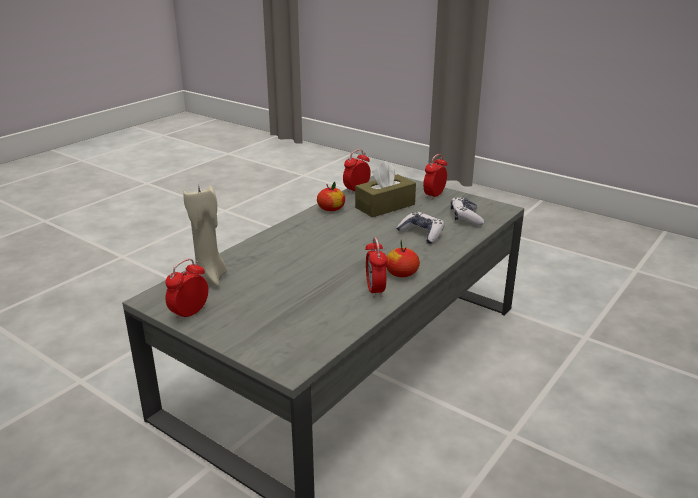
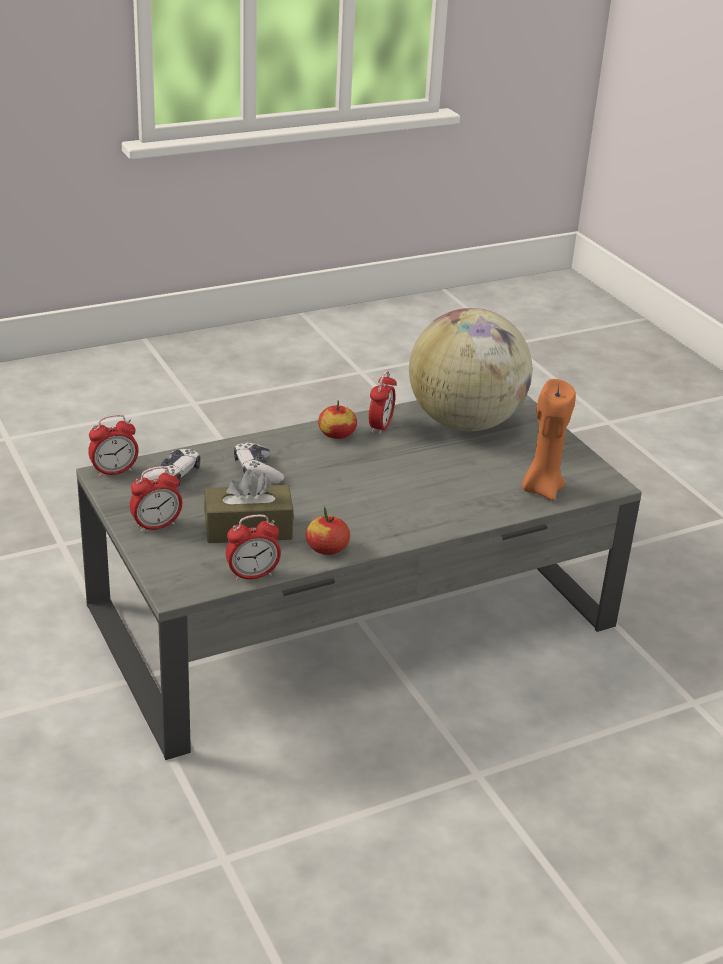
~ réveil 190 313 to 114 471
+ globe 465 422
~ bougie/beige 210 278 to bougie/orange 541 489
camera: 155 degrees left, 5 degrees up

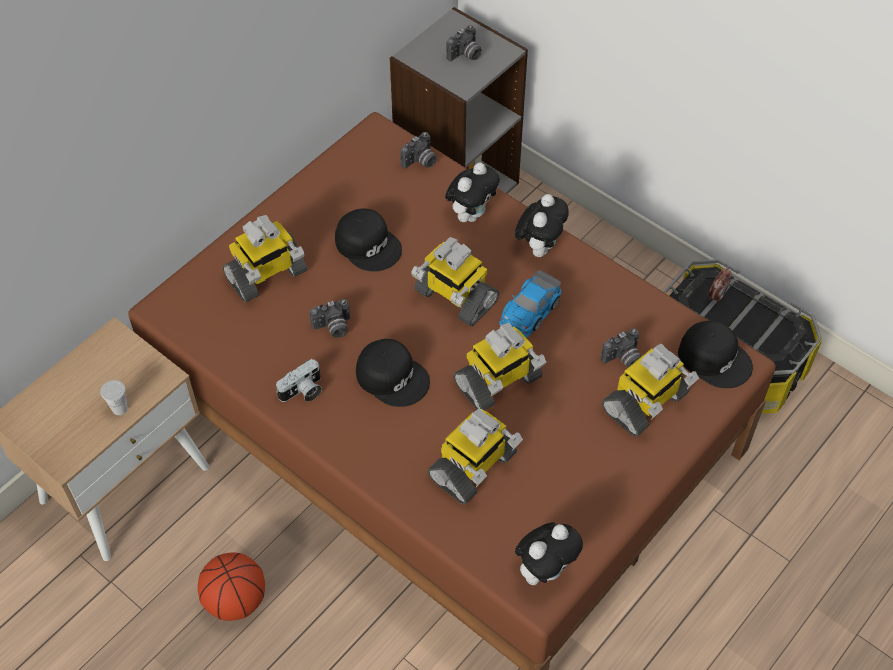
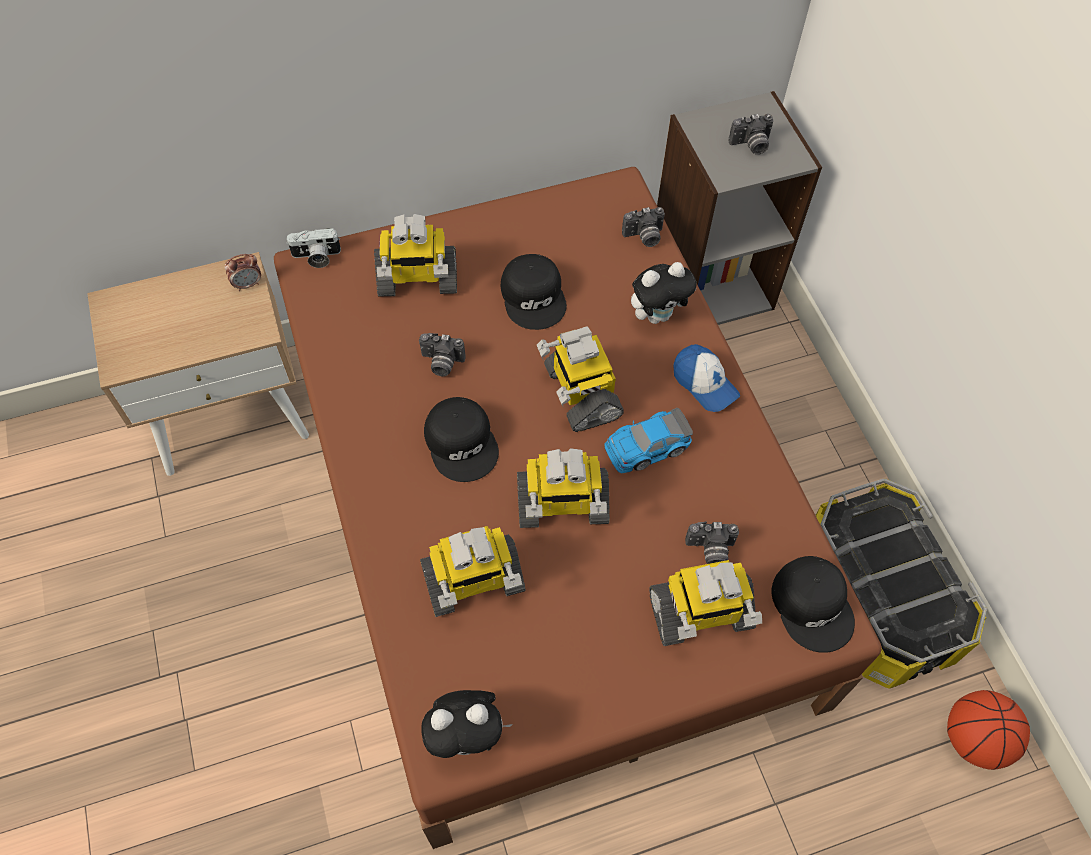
~ réveil 716 296 to 248 284
~ appareil photo 303 392 to 316 257
~ peluche 539 247 to casquette 704 384
~ ballon de basket 235 600 to 973 738
- tasse/blanc 119 408
camera: 30 degrees right, 5 degrees up

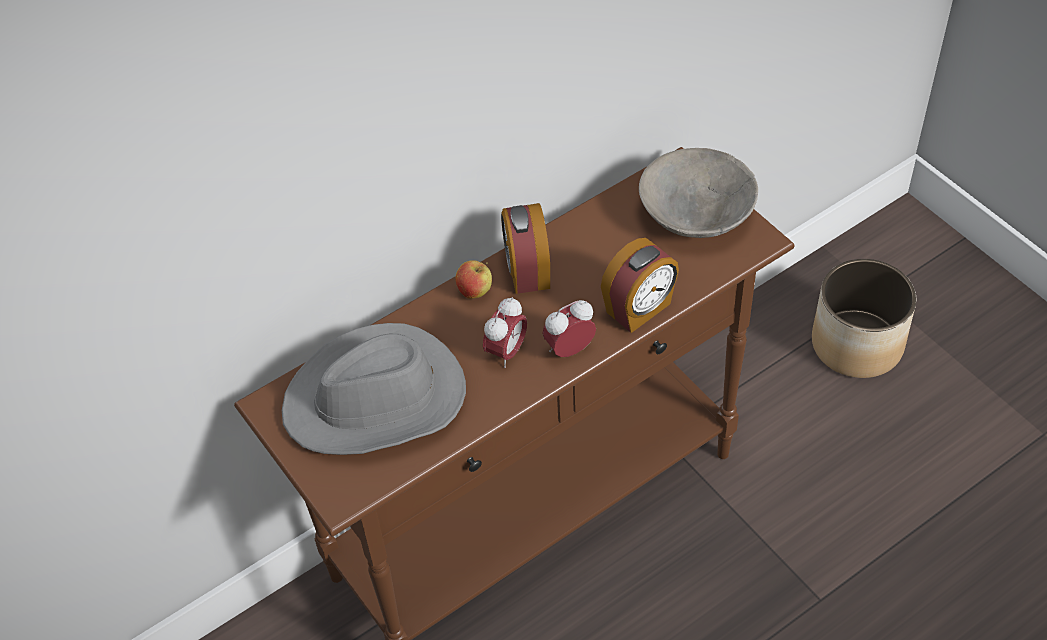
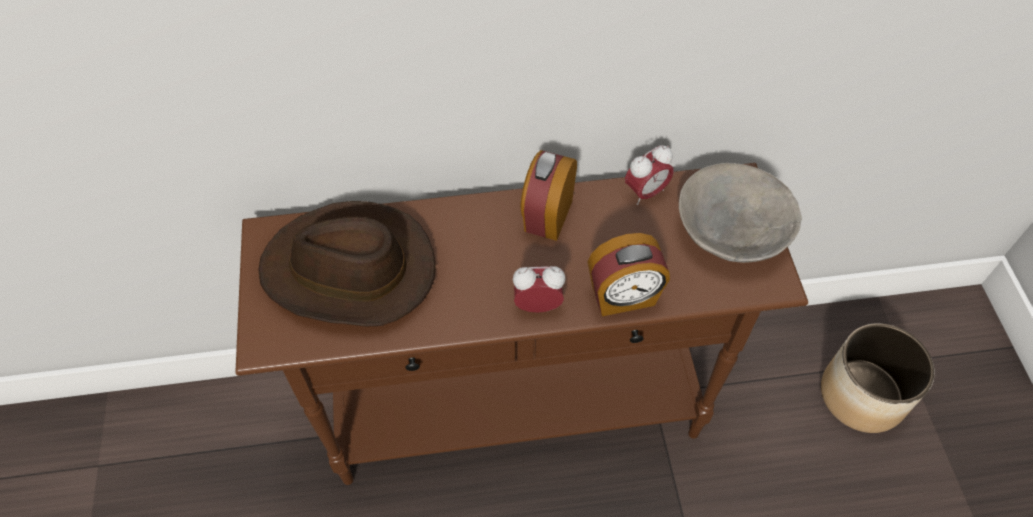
~ chapeau/gris 376 400 to chapeau/marron 349 271
~ réveil 506 352 to 645 192
- pomme 475 292
camera: 25 degrees right, 5 degrees up

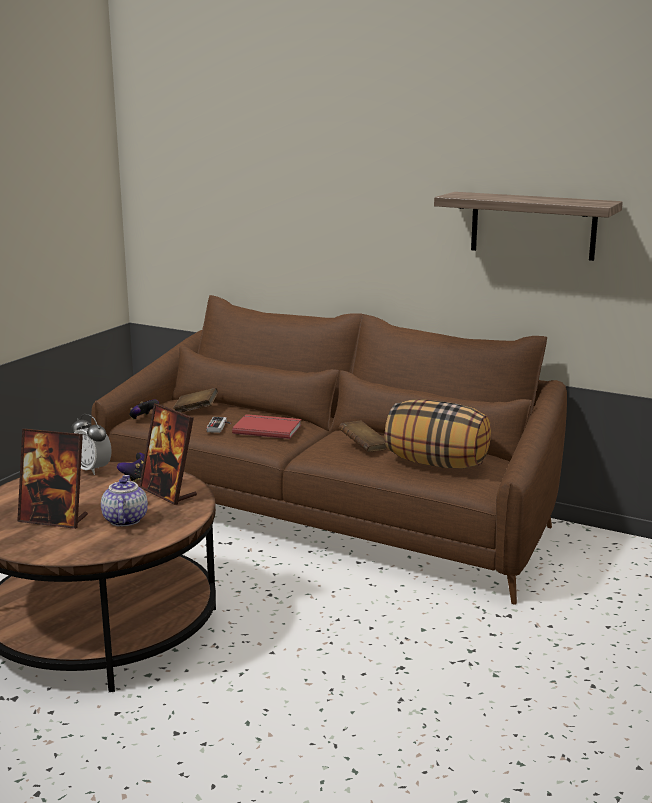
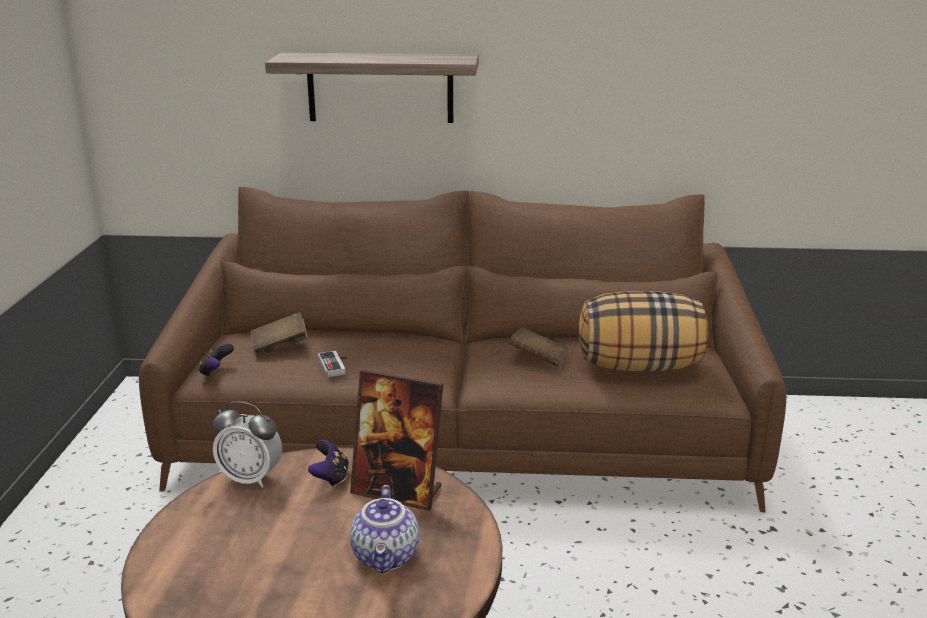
~ étagère 533 225 to 380 87
~ théière 124 520 = 387 557 150 degrees counterclockwise
- cadre photo 54 519
- livre/rouge 267 428
camera: 25 degrees left, 5 degrees up

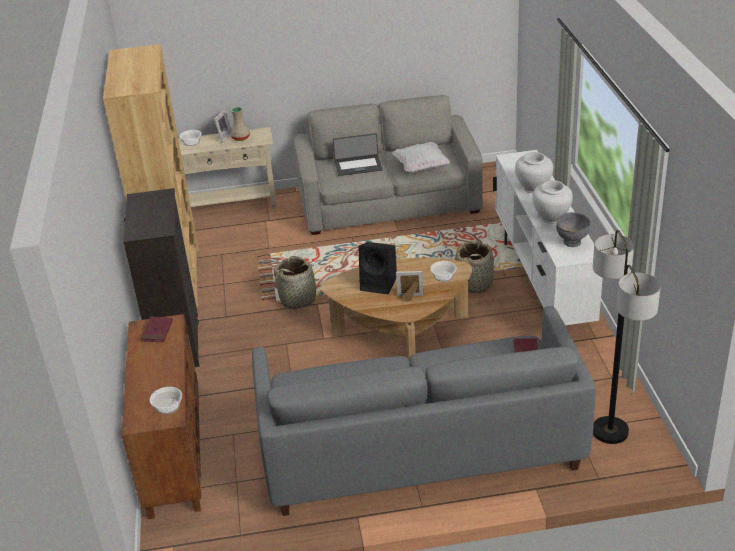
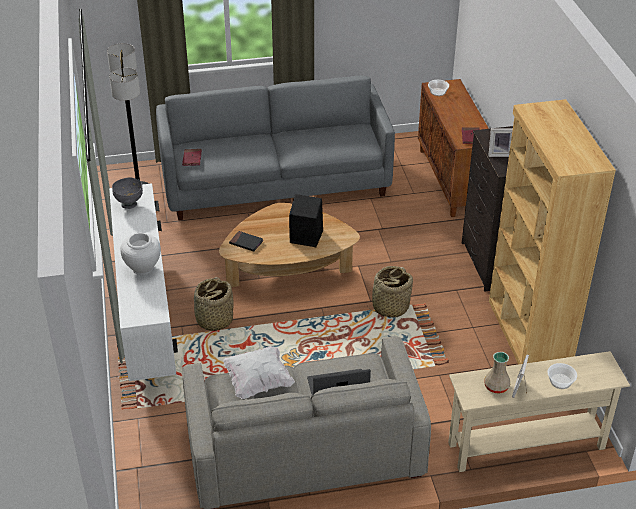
~ bol 443 276 to livre/noir 246 242
~ cadre photo 410 298 to 500 153
- vase/blanc 551 218
camera: 175 degrees right, 5 degrees up

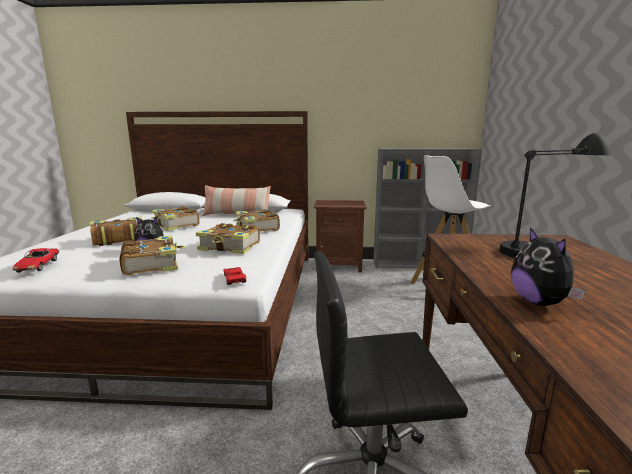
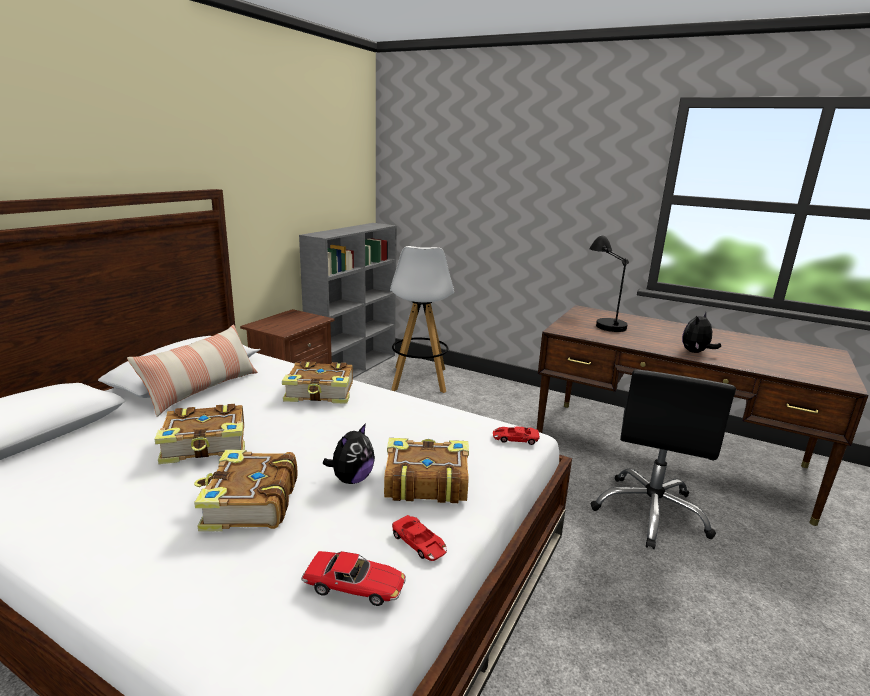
+ petite voiture/rouge 419 543
~ peluche 539 302 = 695 352 120 degrees clockwise
- livre 230 247
camera: 65 degrees left, 5 degrees up

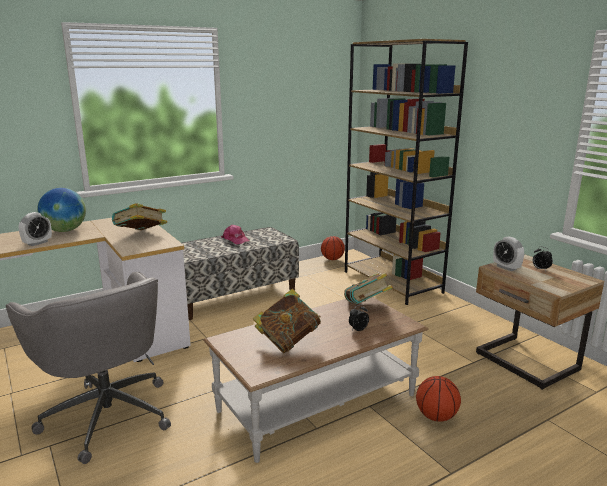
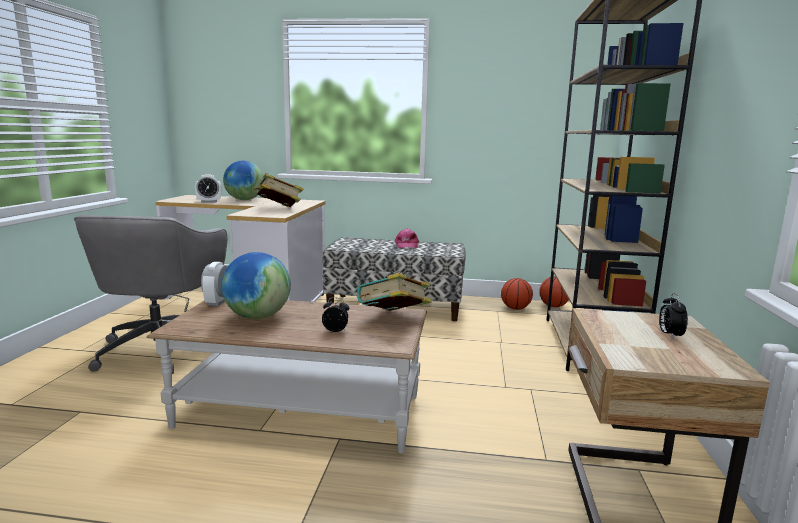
~ réveil 506 267 to 218 302
~ livre 288 341 to globe 257 316
~ ballon de basket 436 417 to 515 308
camera: 40 degrees right, 5 degrees down

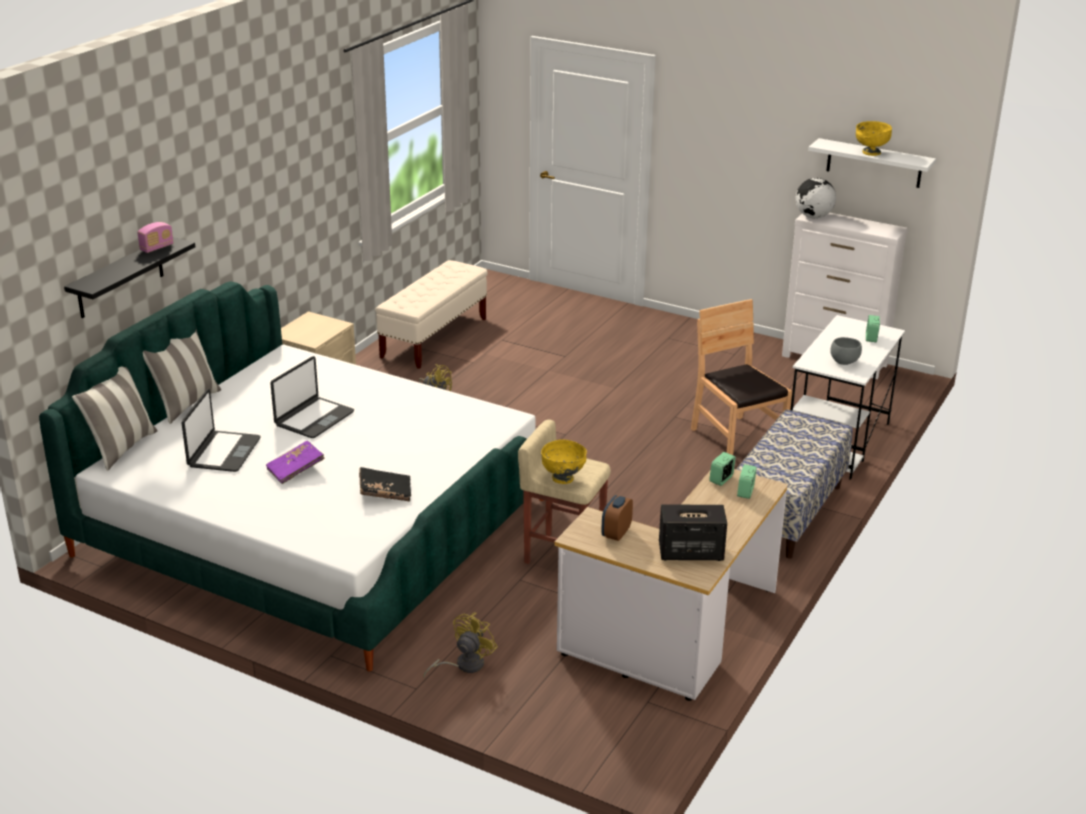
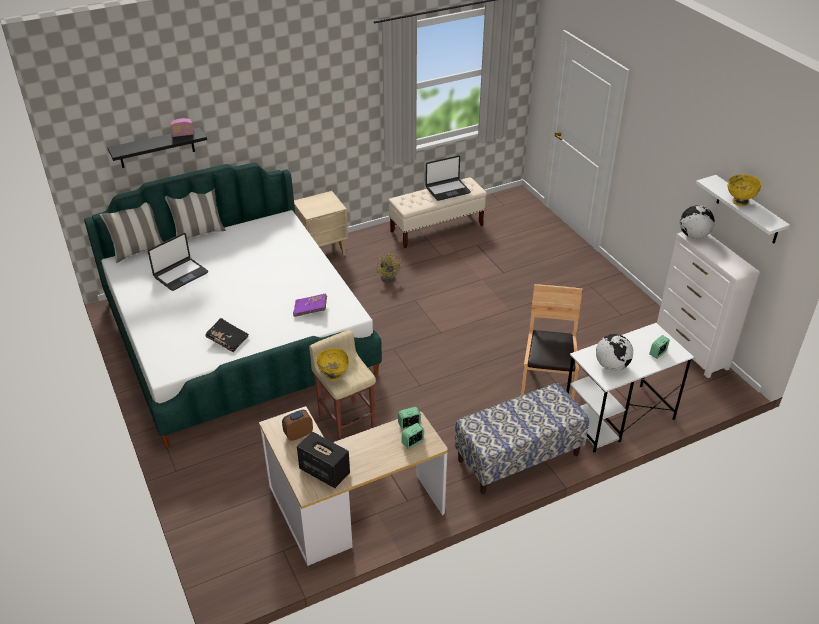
~ livre/violet 295 470 to 310 310
~ ordinateur portable 313 418 to 447 190
~ bol/gris 844 362 to globe 611 365
- ventilateur/jaune 463 665
camera: 35 degrees right, 10 degrees up

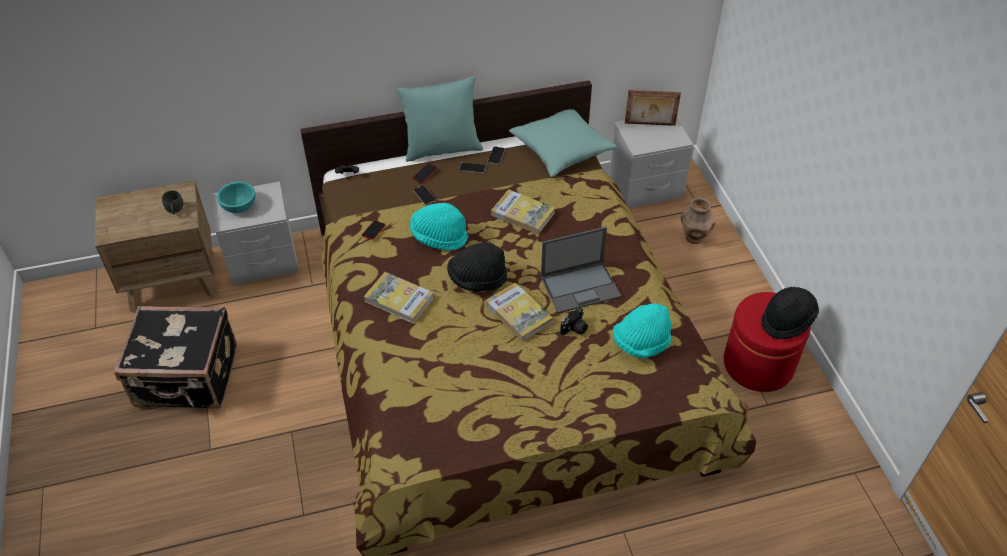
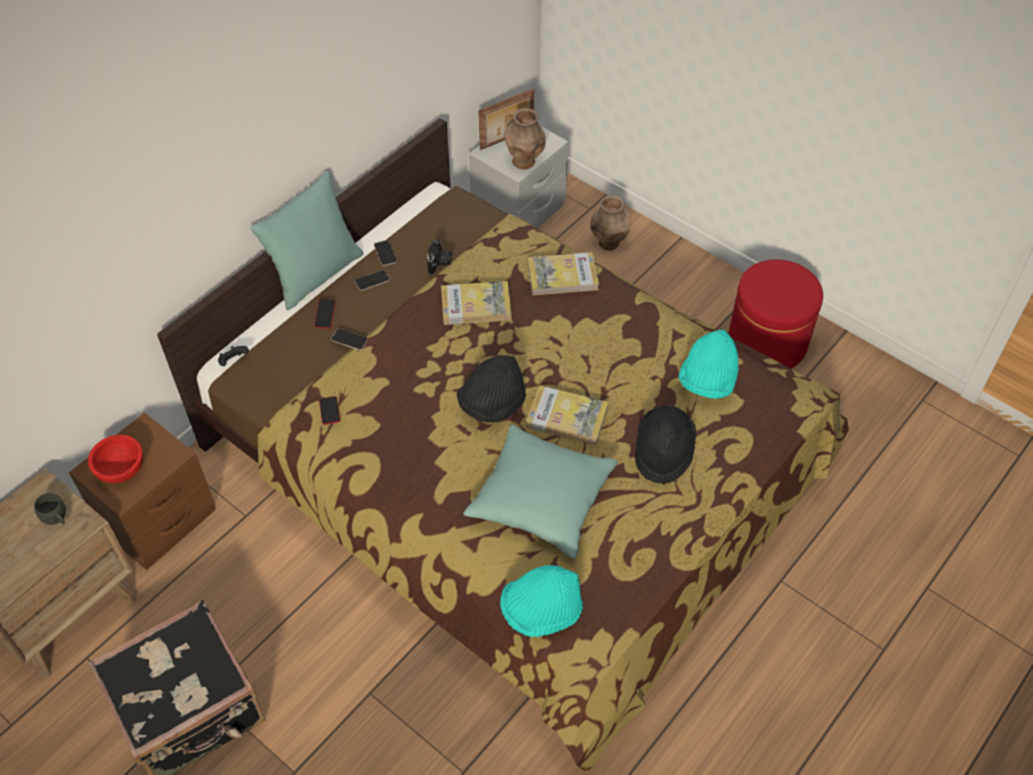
~ table de chevet/gris 263 260 to table de chevet/marron 159 520
~ bol/turquoise 239 206 to bol/rouge 121 469
~ appareil photo 574 329 to 439 263
~ coussin/turquoise 561 150 to 541 499
~ chapeau/turquoise 439 237 to 541 611
+ vase/marron 524 162
~ livre 399 299 to 562 276
~ chapeau/noir 786 320 to 663 452
- ordinateur portable 581 286
camera: 35 degrees left, 5 degrees up

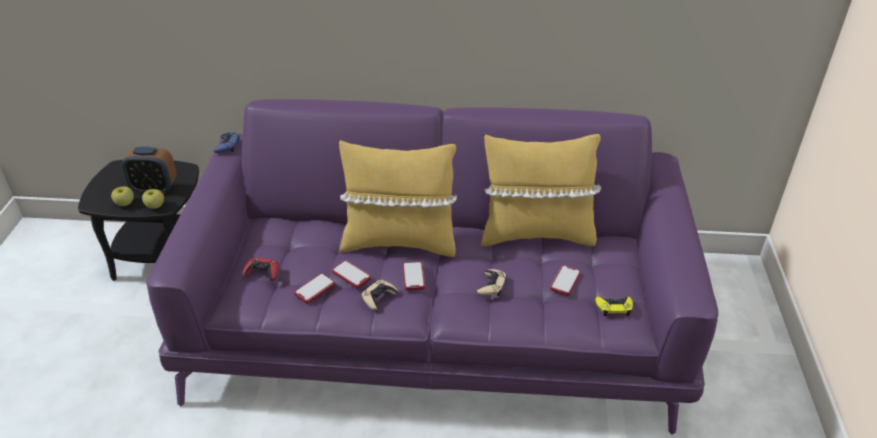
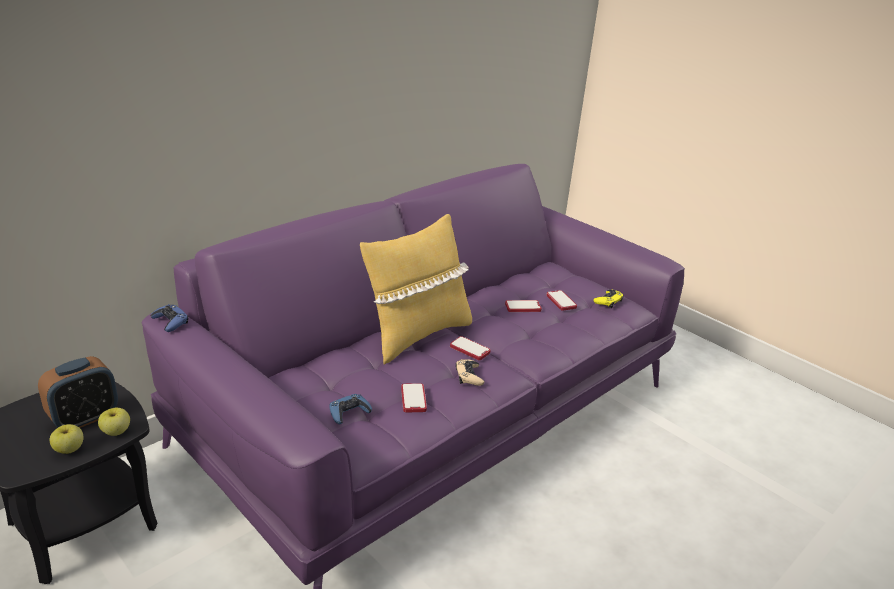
~ manette/rouge 262 272 to manette/bleu 349 412
~ téléphone 351 275 to 523 307
- manette/beige 492 285
- coussin/jaune 536 234
camera: 50 degrees left, 10 degrees down

